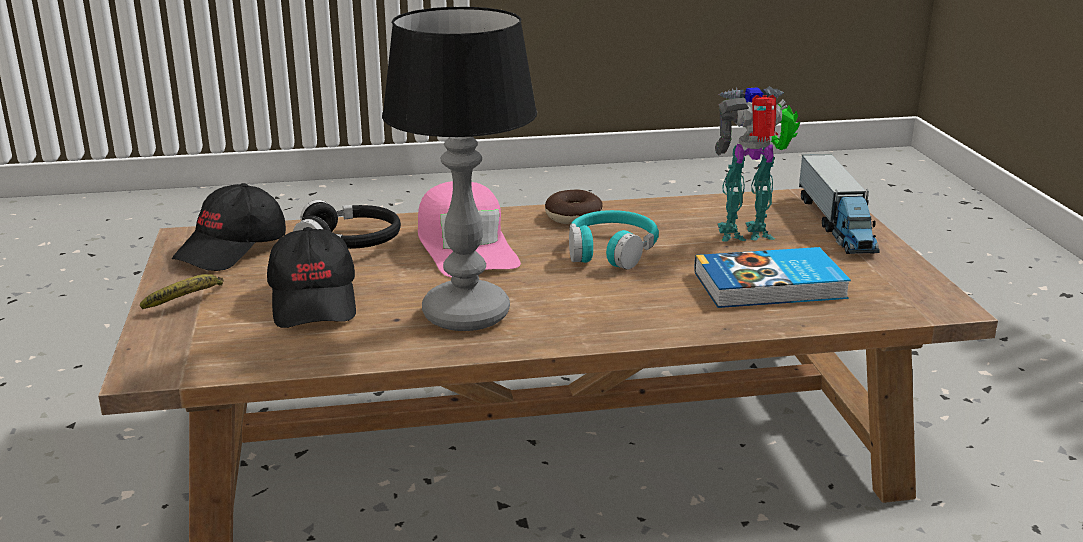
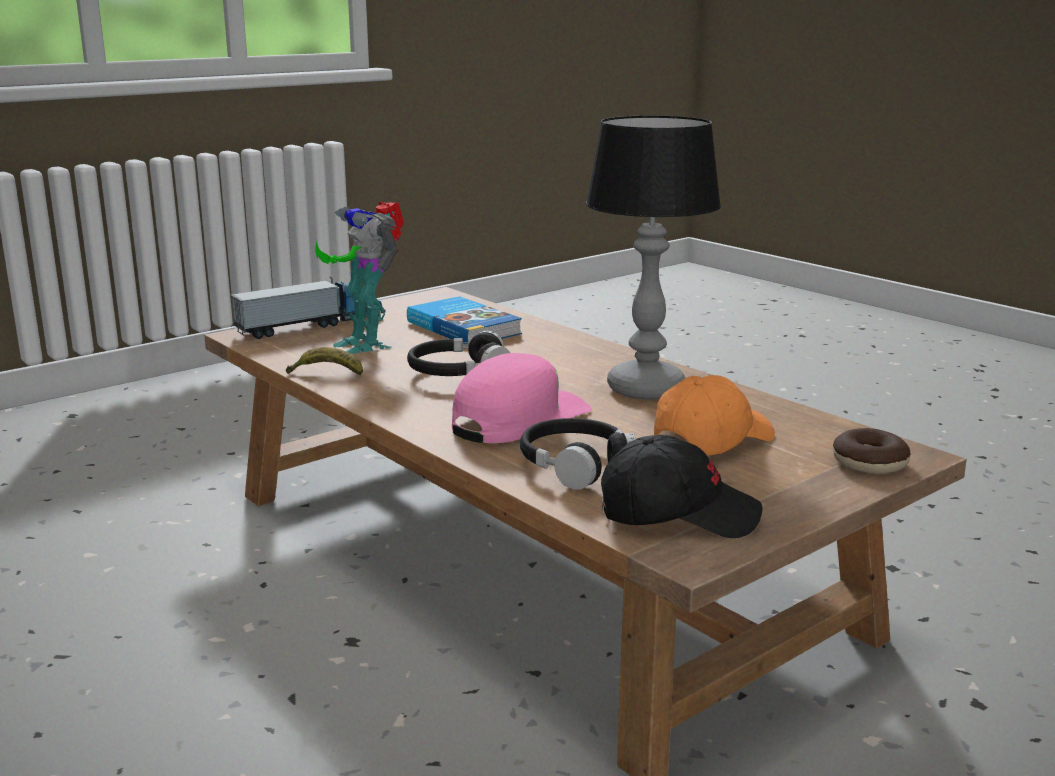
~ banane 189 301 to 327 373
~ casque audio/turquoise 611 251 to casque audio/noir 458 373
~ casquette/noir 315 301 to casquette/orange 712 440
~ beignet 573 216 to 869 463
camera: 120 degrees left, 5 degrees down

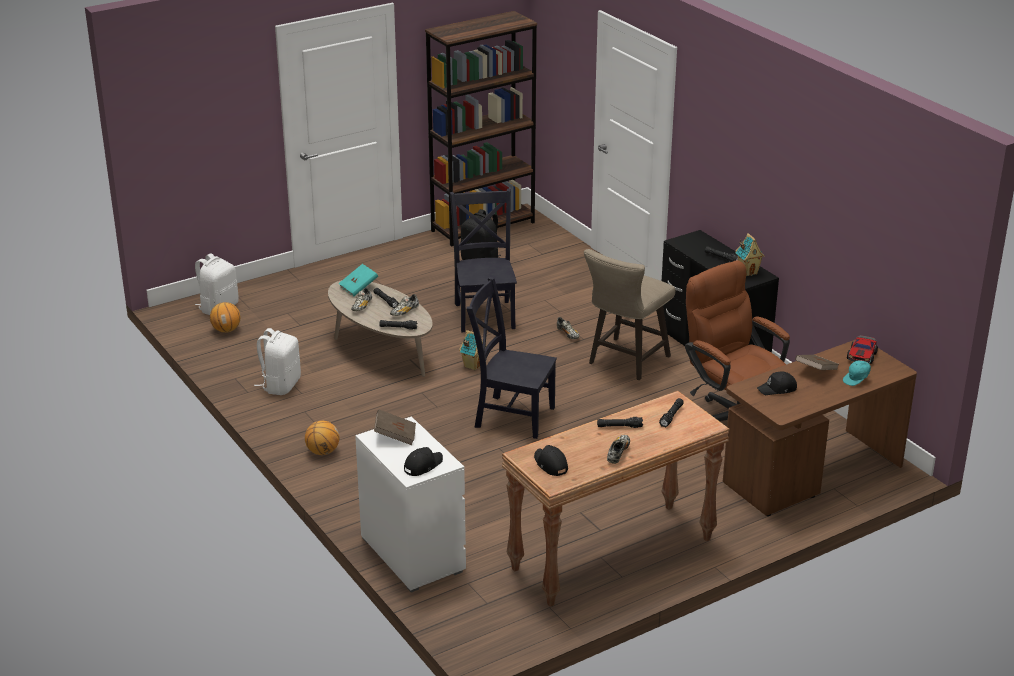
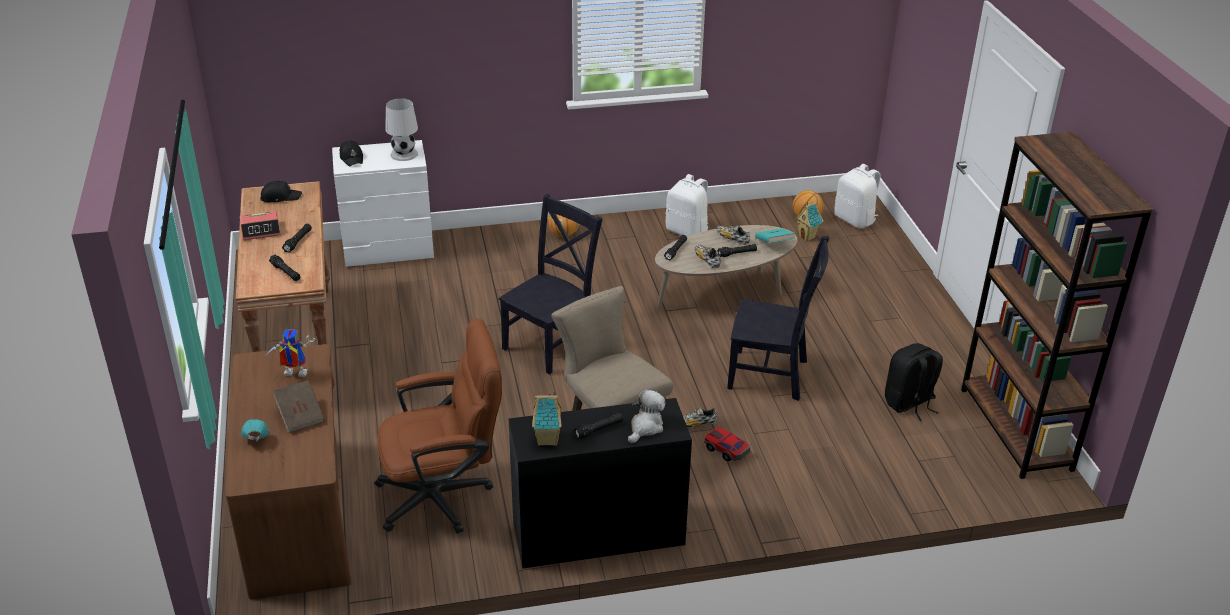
~ chaussure 618 453 to réveil 261 230
~ casquette/noir 777 389 to robot jouet 293 375
~ livre/marron 395 436 to lampe de table/blanc 403 154
+ peluche 645 427
~ petite voiture 862 356 to 726 449
~ maison miniature 472 365 to 807 237
camera: 110 degrees right, 5 degrees up

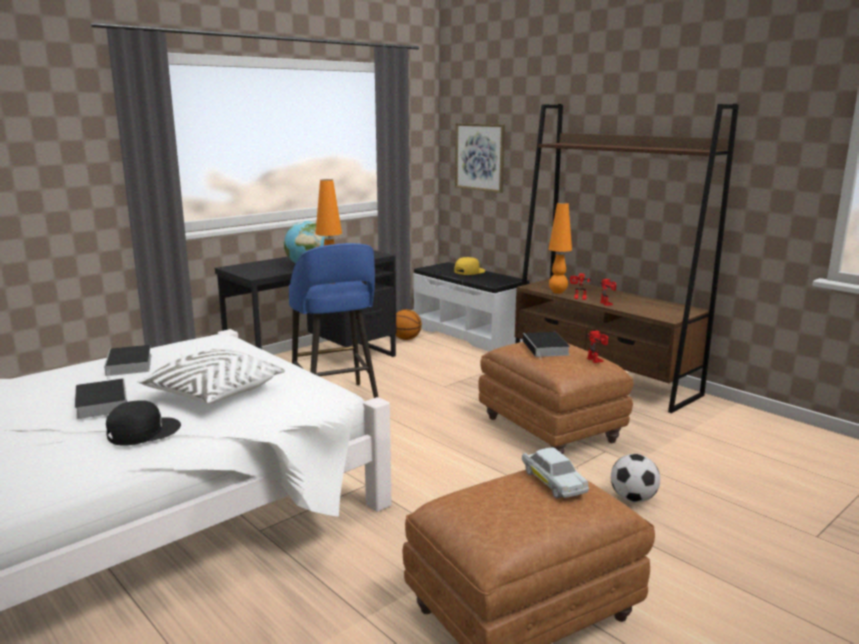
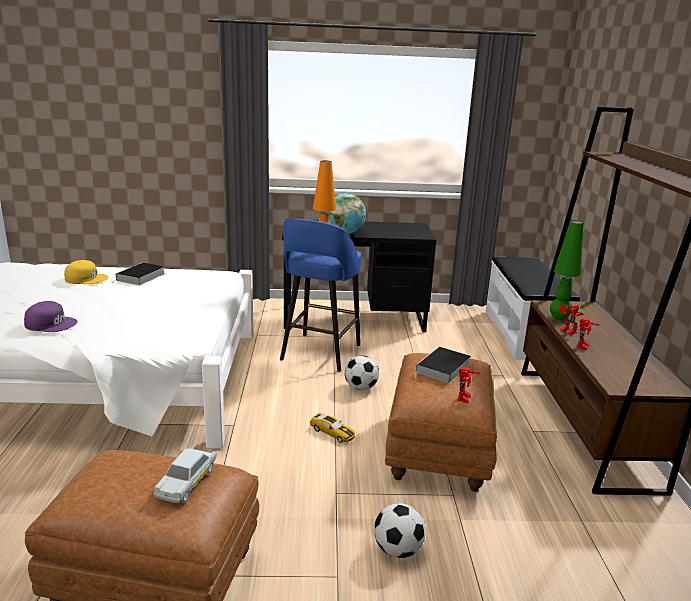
~ casquette/noir 143 431 to casquette/violet 51 323
~ casquette/jaune 469 271 to 86 278
+ petite voiture 332 432
+ ballon de foot 361 387
~ lampe de table/orange 558 292 to lampe de table/vert 559 318
- livre 101 402
- coussin/blanc 214 394
- ballon de basket 406 339
- tableau 480 157
camera: 40 degrees right, 5 degrees up

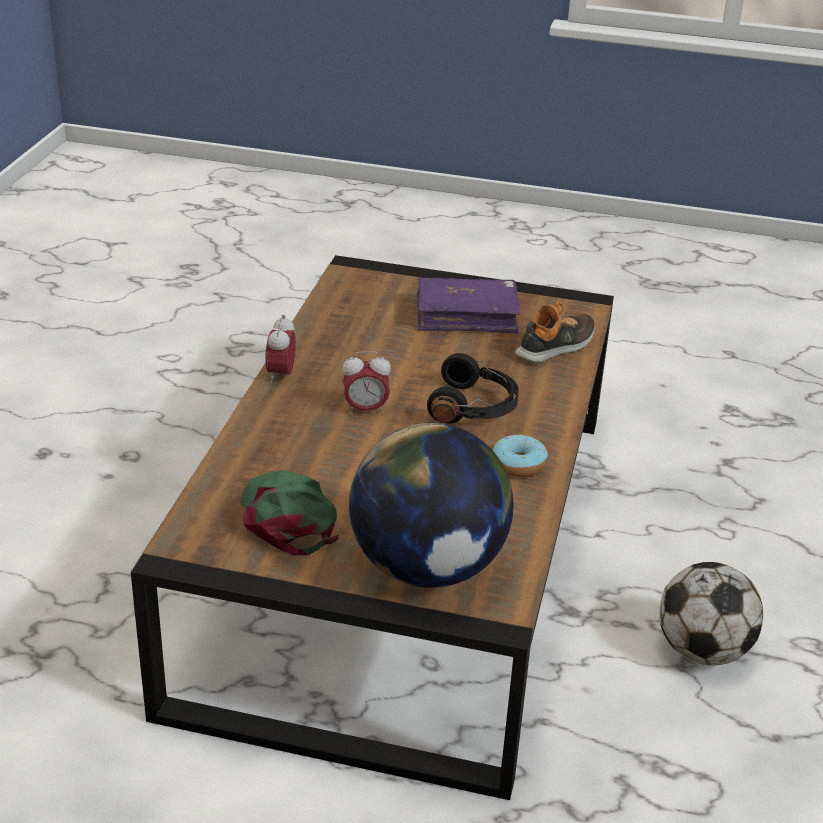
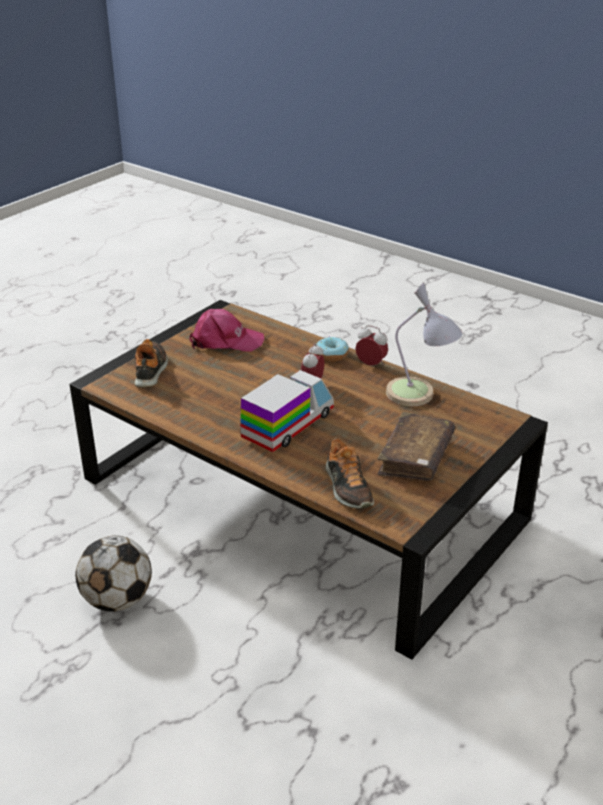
~ globe 428 567 to chaussure 151 370
~ casquette/vert 288 518 to casquette/rose 225 341
~ casque audio/noir 474 407 to camion jouet 288 425
~ beignet 518 465 to 332 355
~ livre/violet 466 316 to livre/marron 415 457
+ lampe de table 420 395
camera: 115 degrees right, 0 degrees up

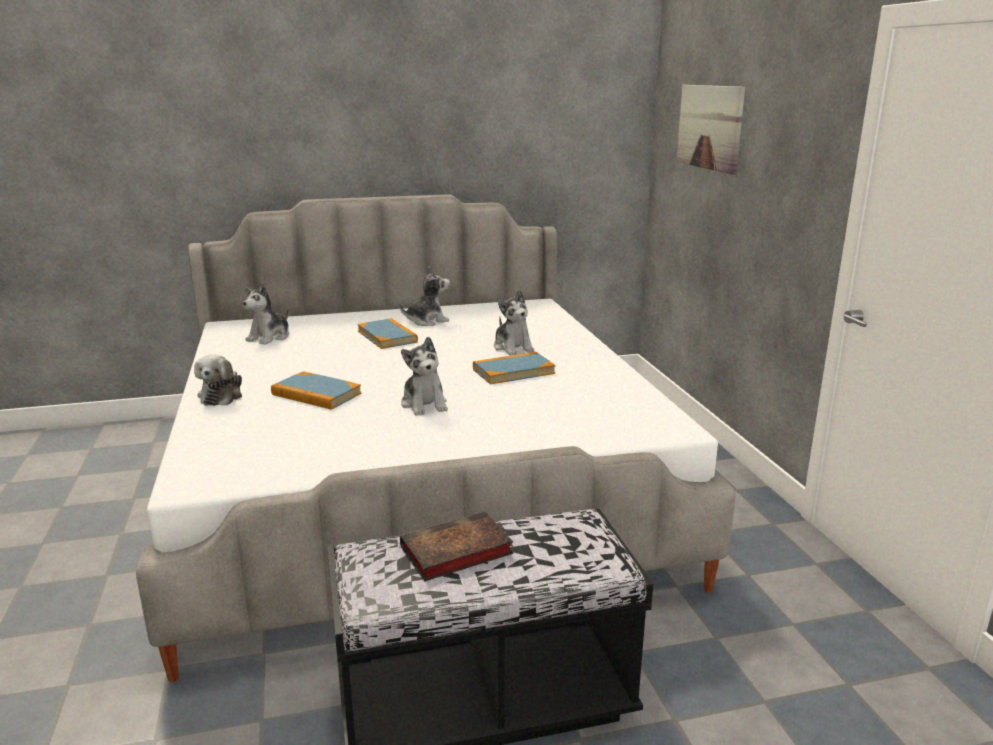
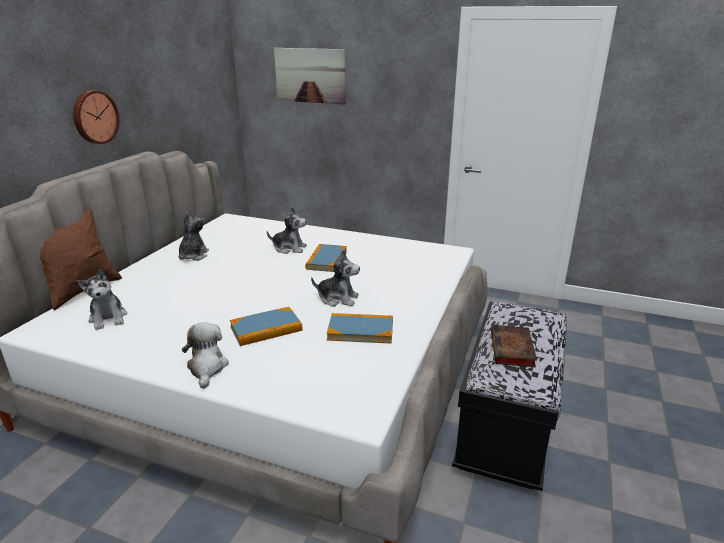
+ coussin/marron 82 290
+ horloge murale 94 117
~ peluche 222 395 = 207 368 135 degrees counterclockwise
~ livre 387 336 to 360 331
camera: 55 degrees left, 5 degrees up

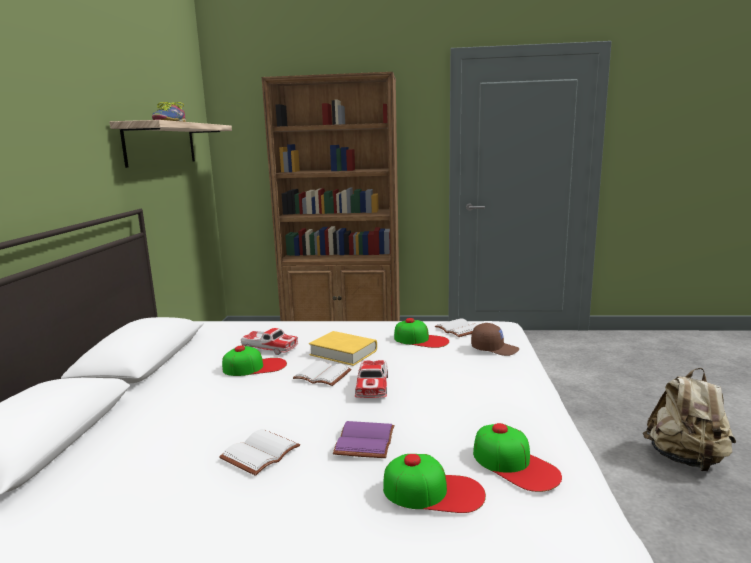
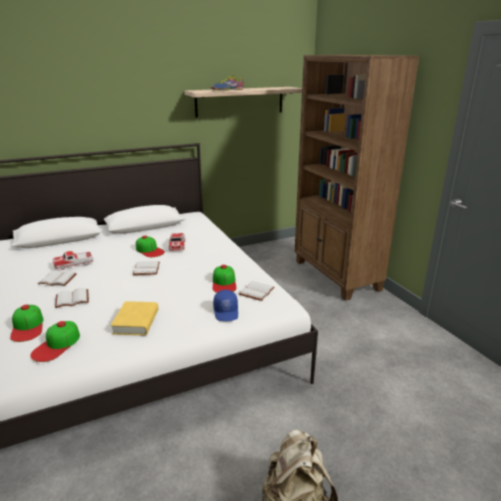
~ petite voiture 372 386 to 74 264
~ livre/violet 366 442 to livre/blanc 71 300
~ livre/jaune 343 353 to 136 322
~ casquette/marron 494 348 to casquette/bleu 226 312
camera: 60 degrees right, 10 degrees up

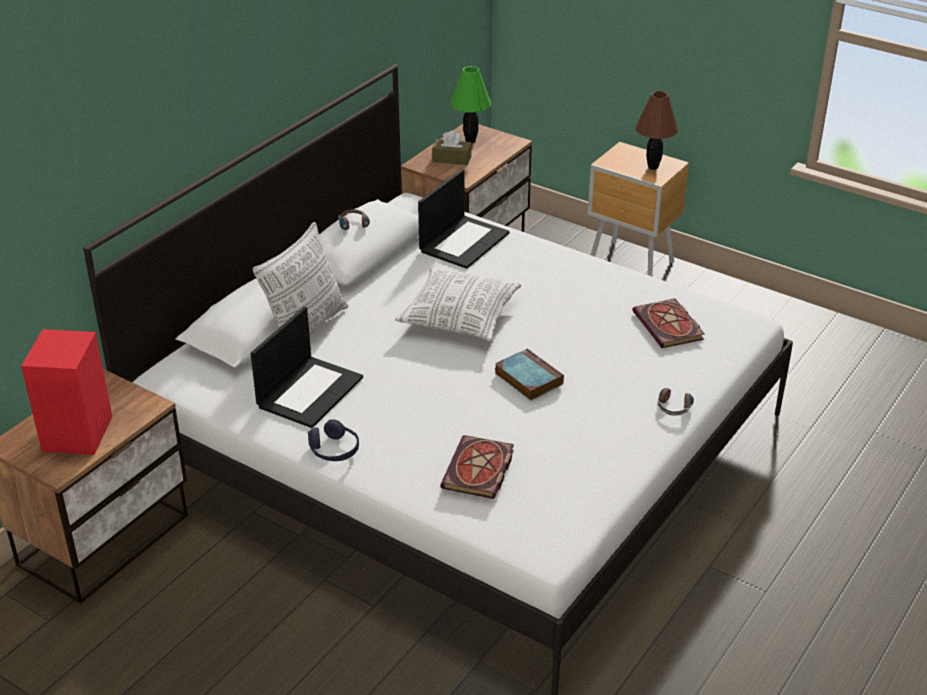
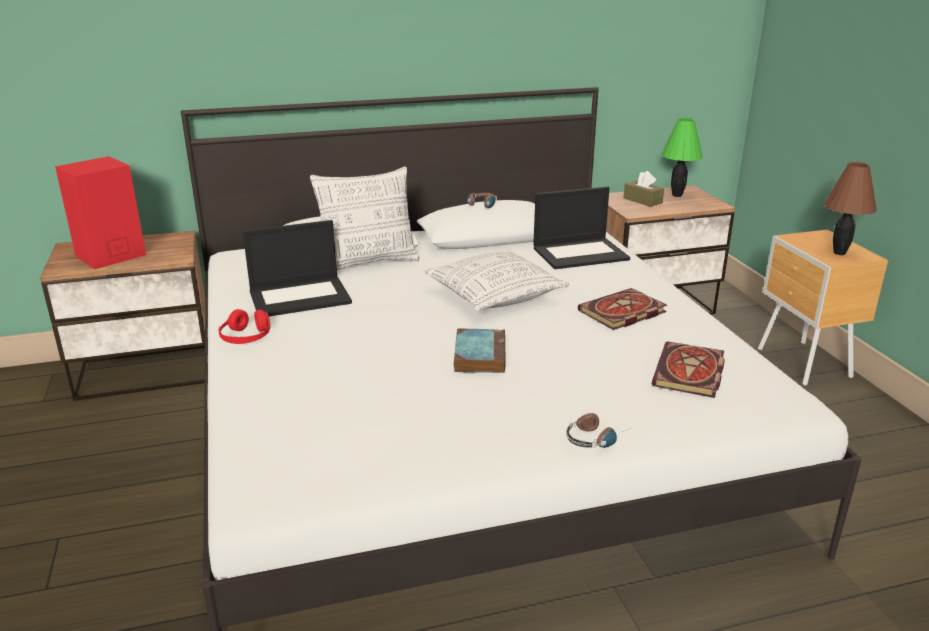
~ casque audio/violet 334 450 to casque audio/rouge 246 337
~ livre 479 471 to 621 313
camera: 40 degrees right, 10 degrees down

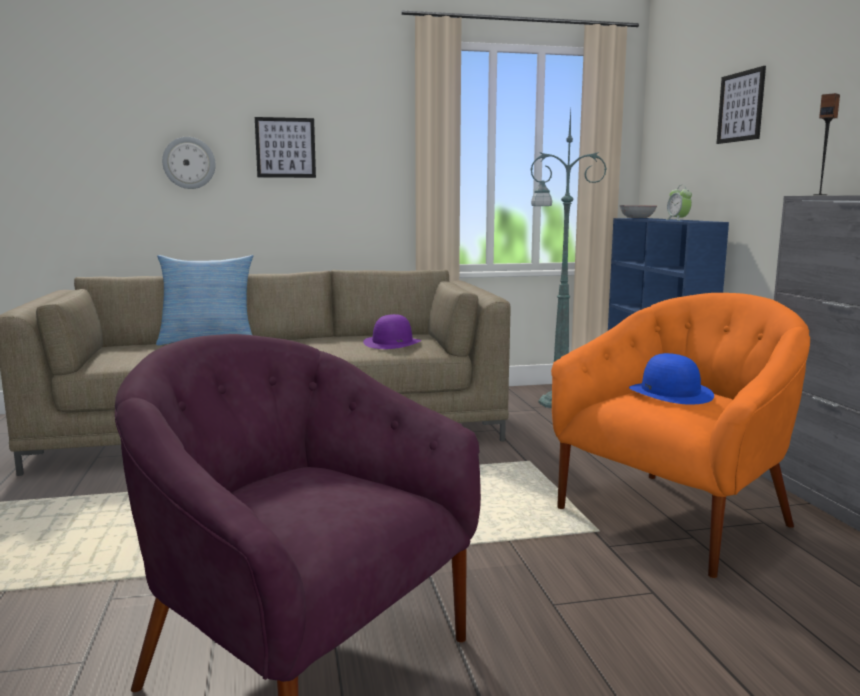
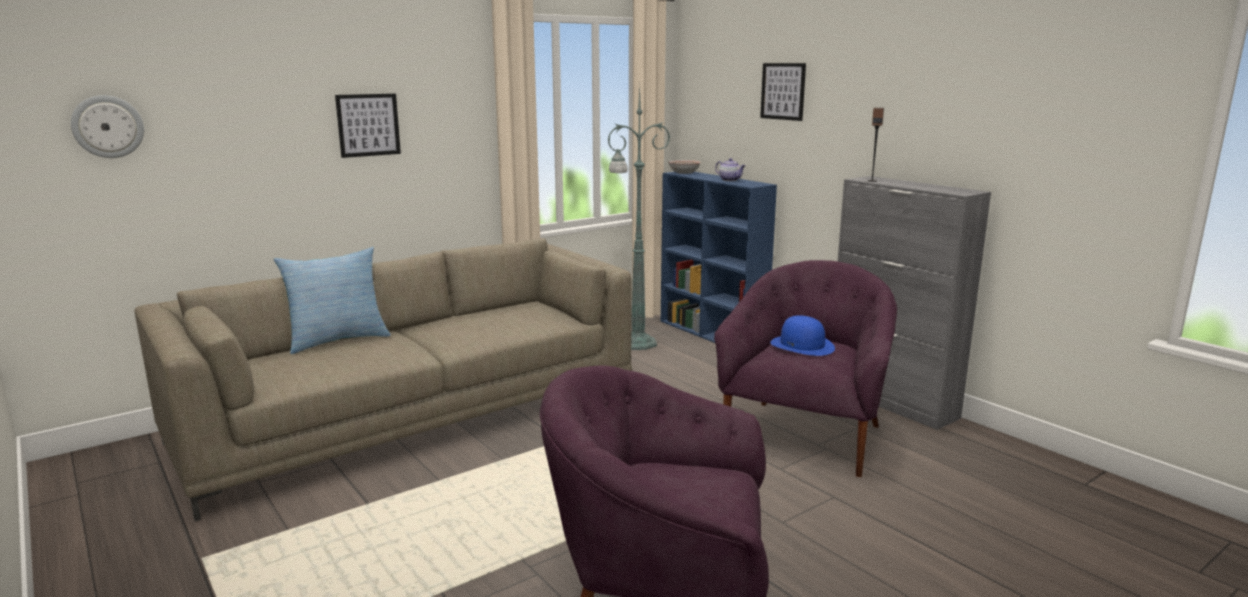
~ horloge murale 189 163 to 108 126
~ fauteuil/orange 676 517 to fauteuil/violet 804 435
~ réveil 678 220 to théière 730 180
- chapeau/violet 392 343
camera: 25 degrees left, 5 degrees up

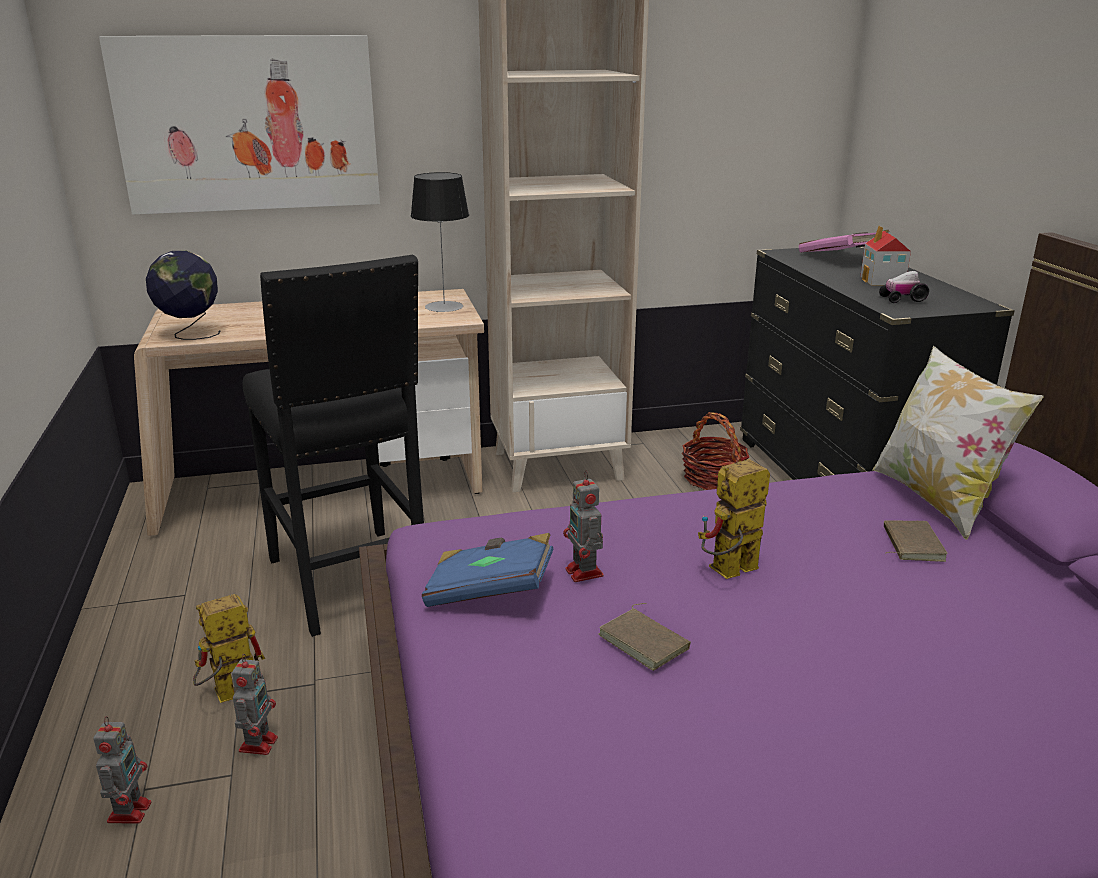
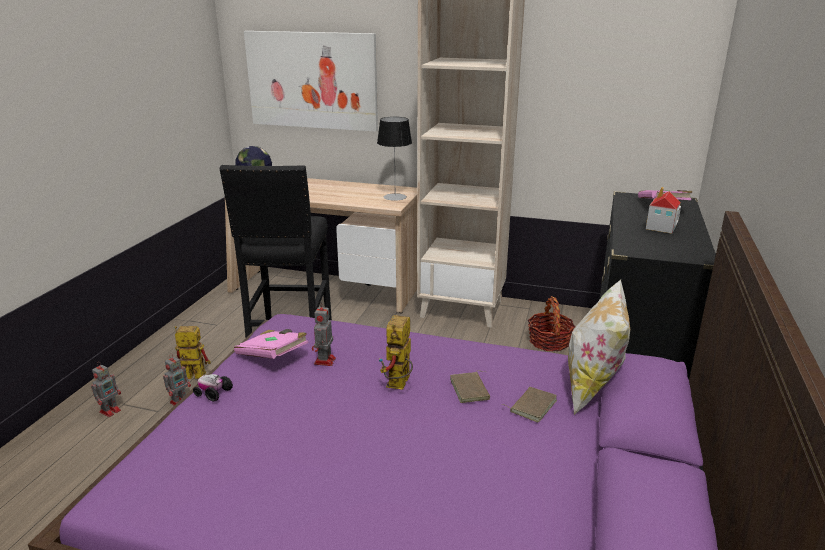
~ petite voiture 902 299 to 213 393
~ livre/bleu 489 591 to livre/rose 273 356
~ robot jouet 728 573 = 399 386 75 degrees counterclockwise
~ livre/marron 646 641 to 471 389
camera: 30 degrees right, 0 degrees up

